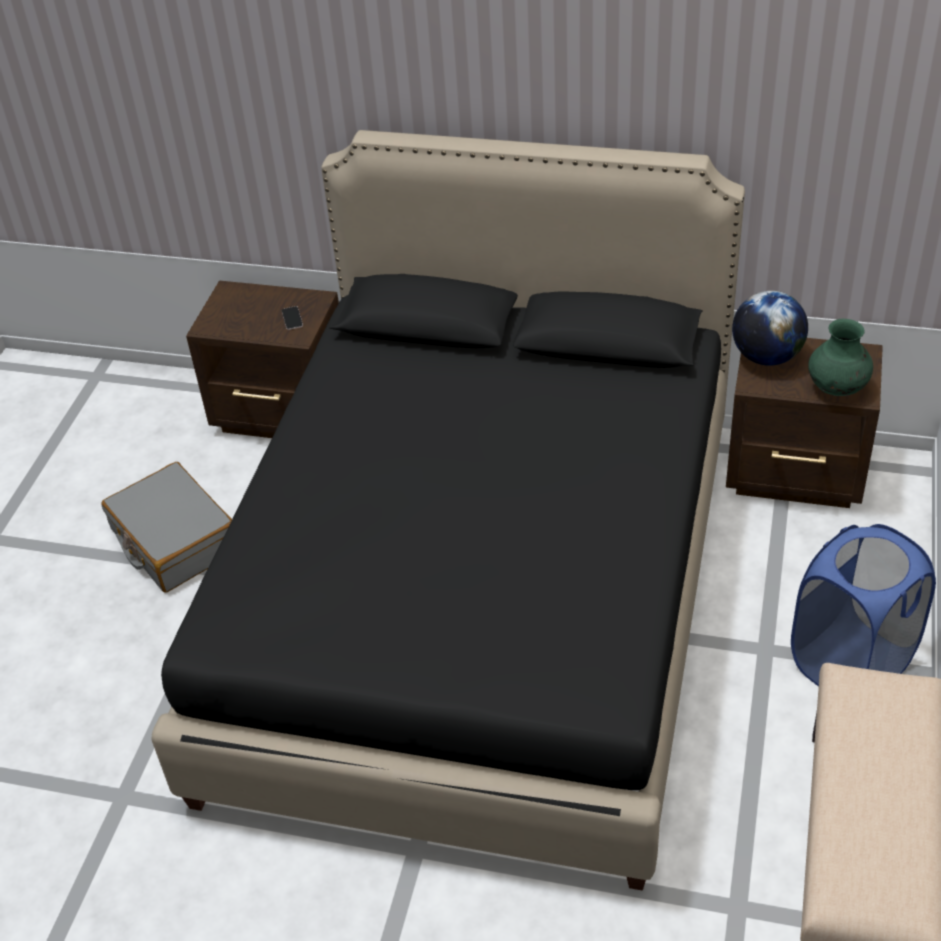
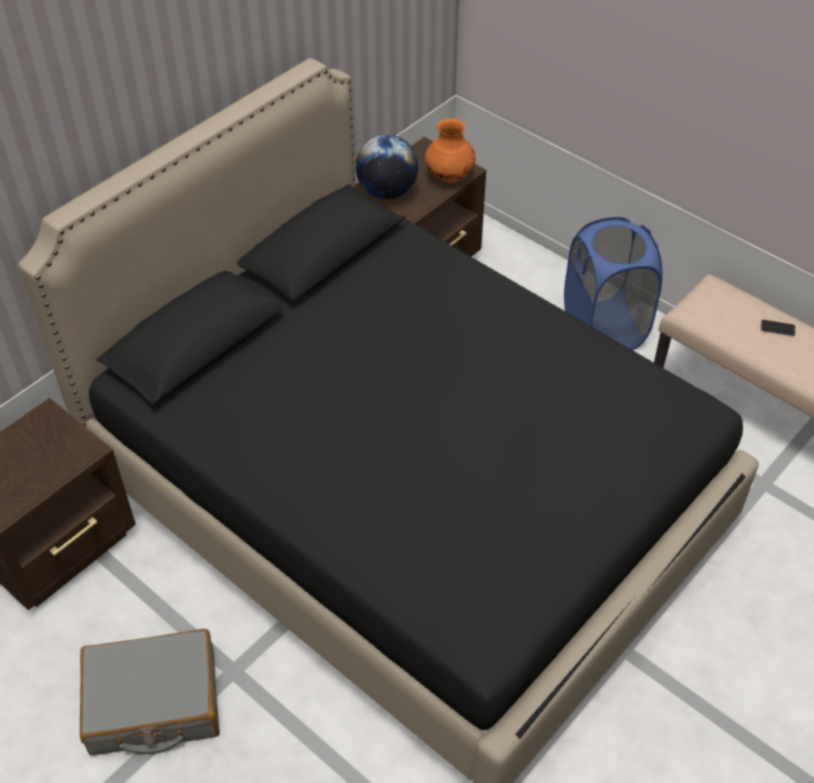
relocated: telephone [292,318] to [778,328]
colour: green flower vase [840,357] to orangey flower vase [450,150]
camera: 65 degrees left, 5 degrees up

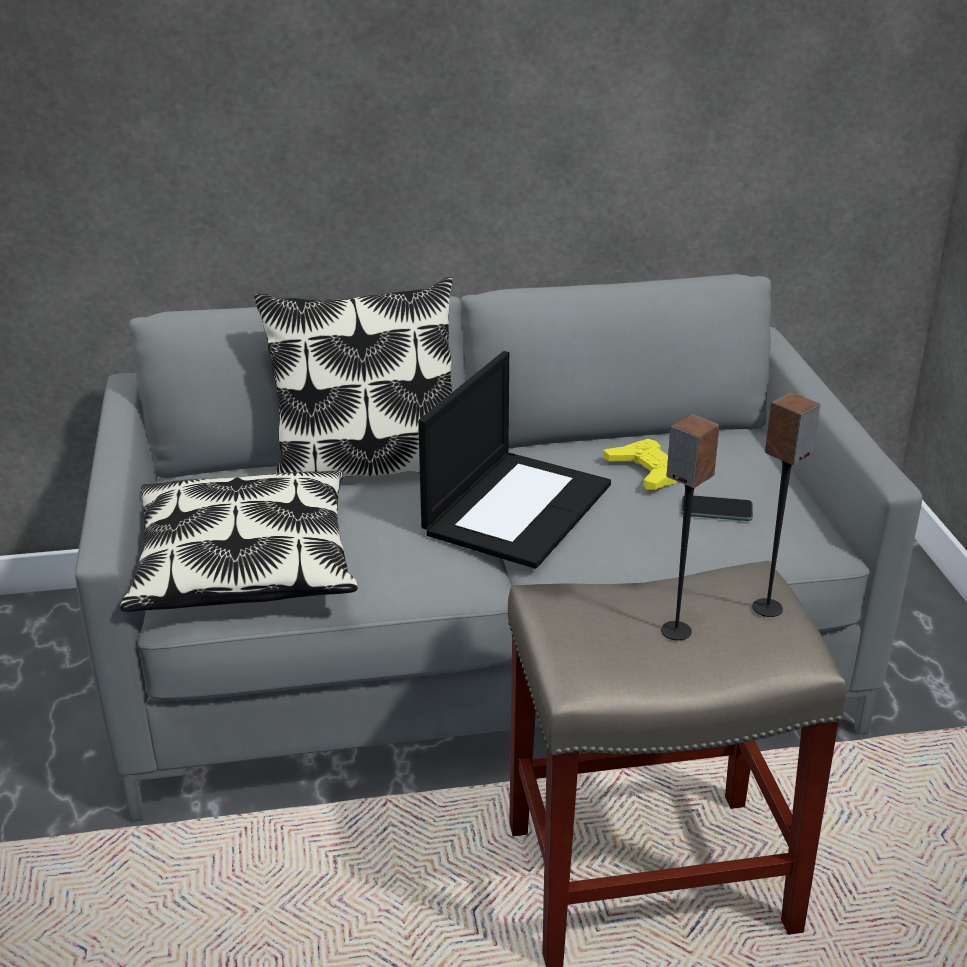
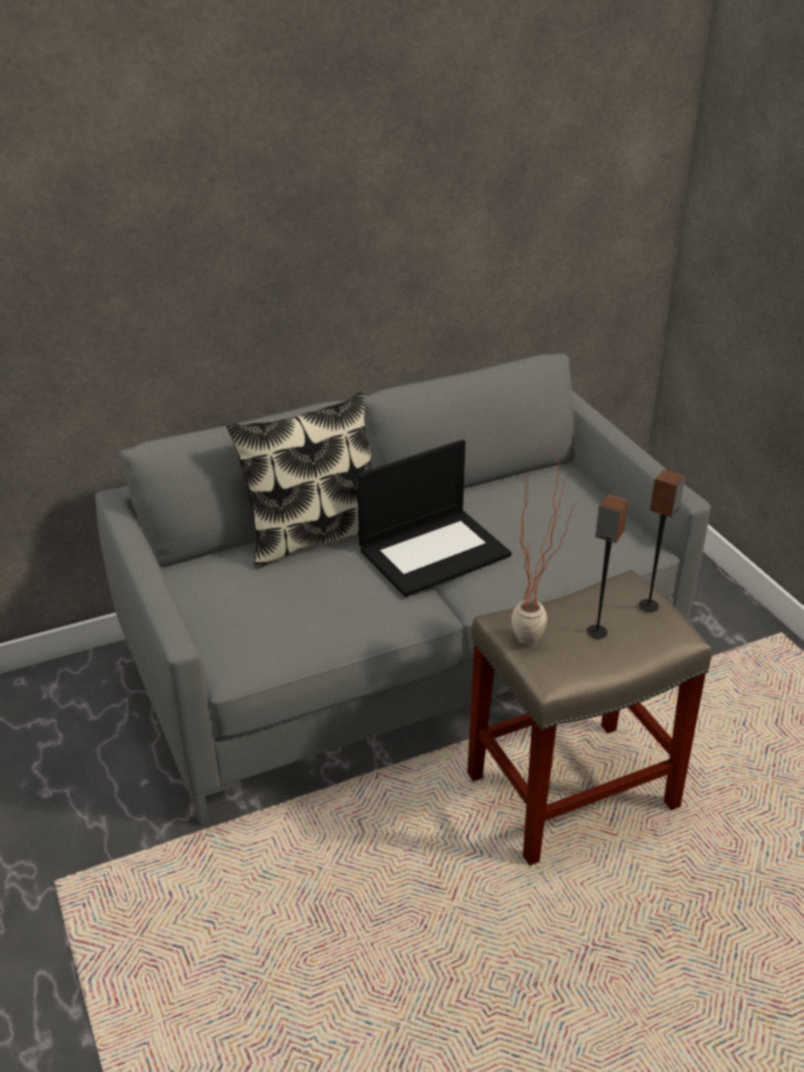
missing: yellowish game controller [640,464]; throw pillow [239,541]; telephone [717,508]
appeared: plant in a pot [544,549]
spun: portable computer [514,460] = [434,518] 45 degrees clockwise
camera: 15 degrees left, 5 degrees up

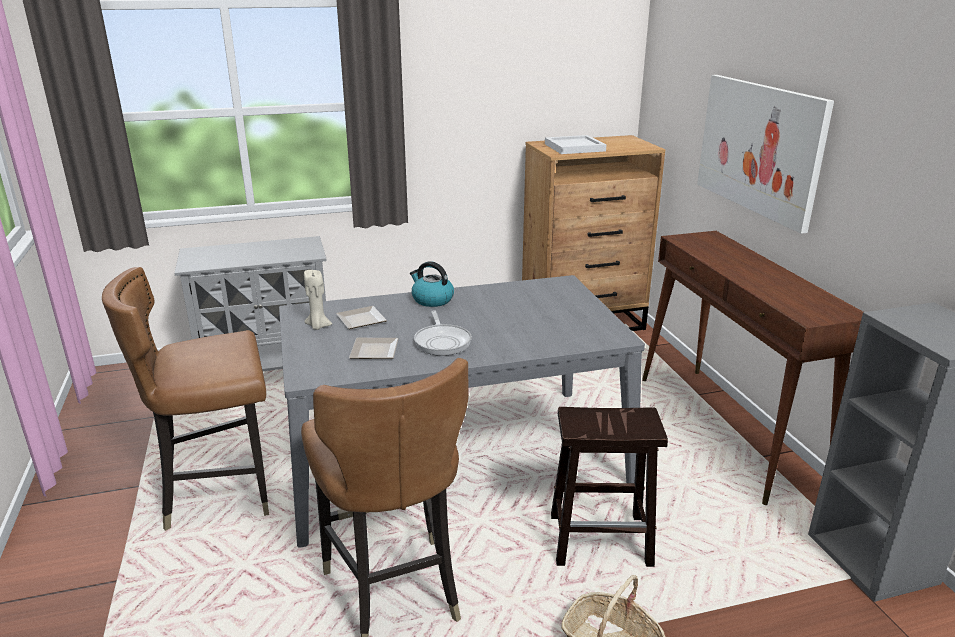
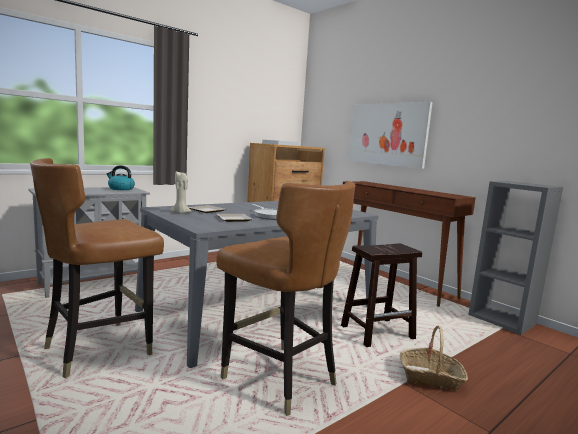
relocated: tea kettle [432,284] to [120,178]
camera: 25 degrees left, 15 degrees down

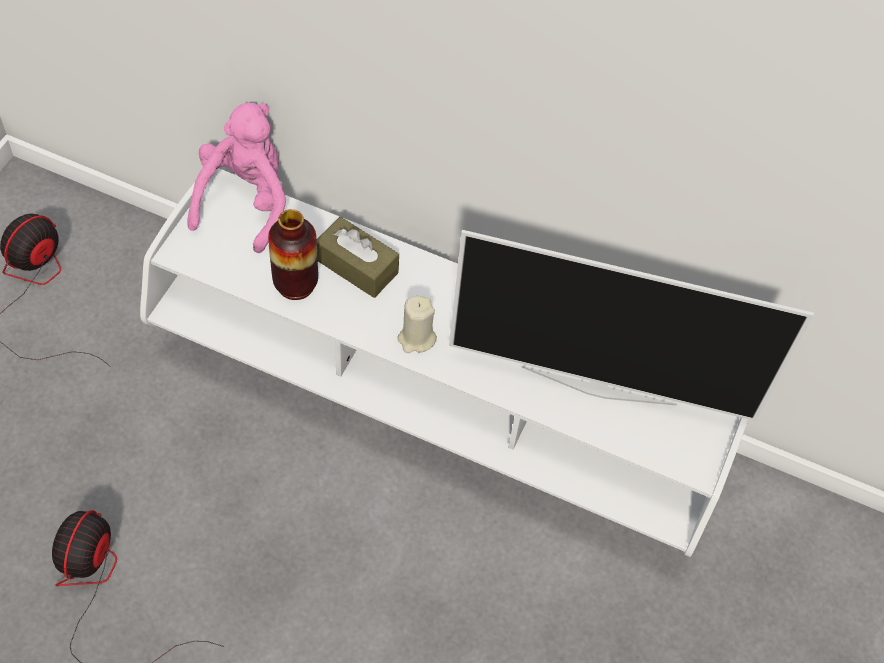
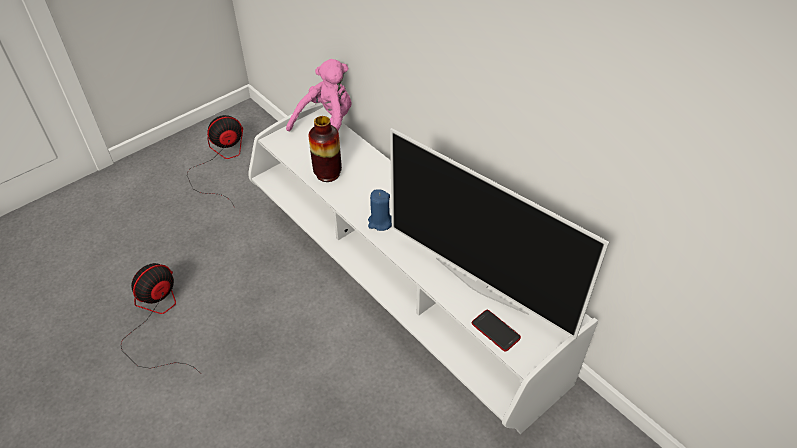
missing: brown-coloured box of tissues [358,257]
appeared: telephone [496,331]
colour: beige-coloured wax candle [417,324] to blue-coloured wax candle [380,210]
camera: 30 degrees right, 10 degrees down

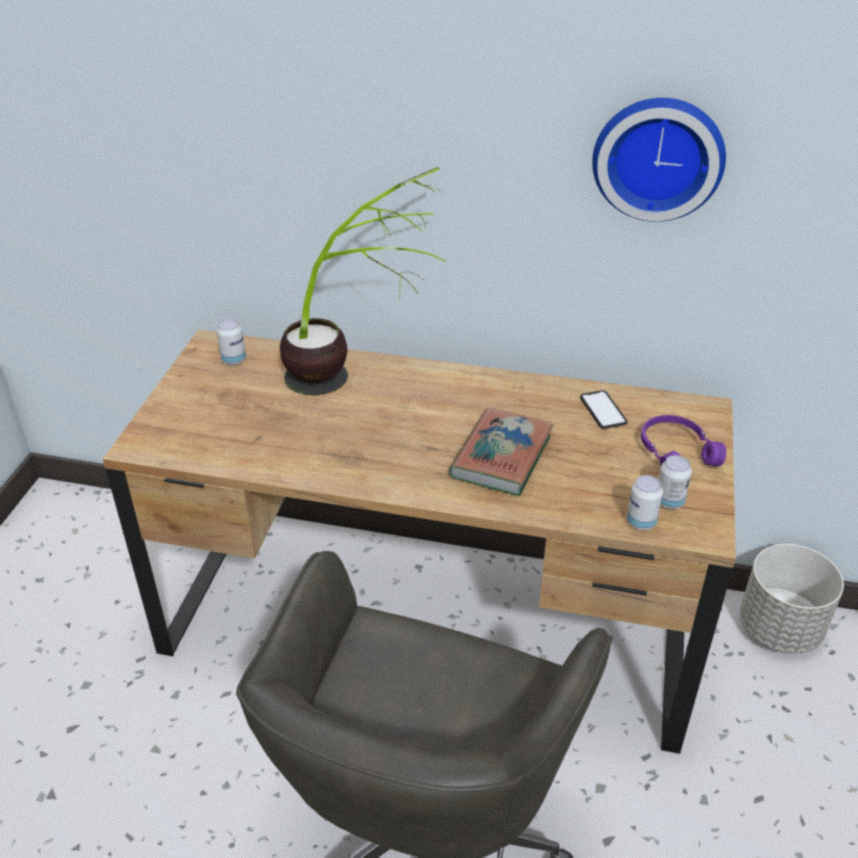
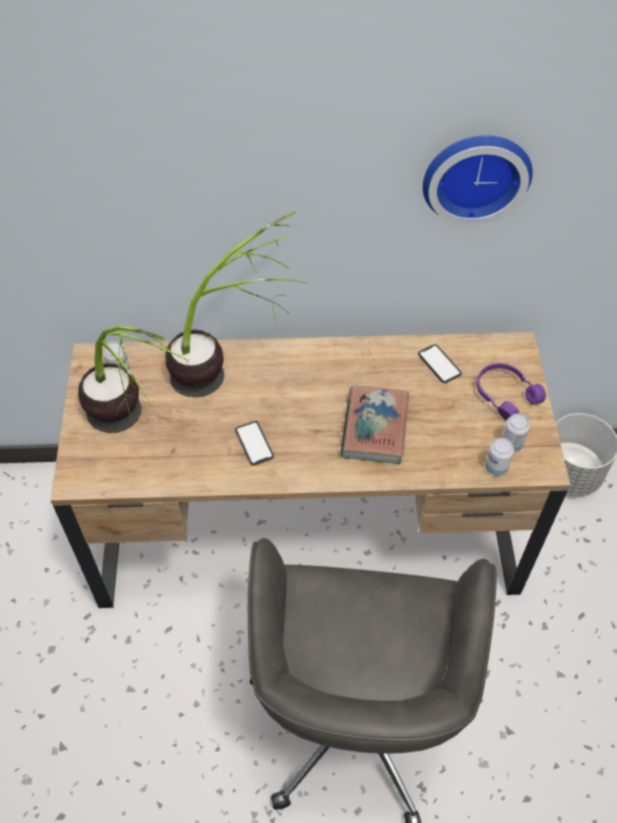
appeared: plant in a pot [134,379]; telephone [254,443]
camera: 15 degrees left, 15 degrees up

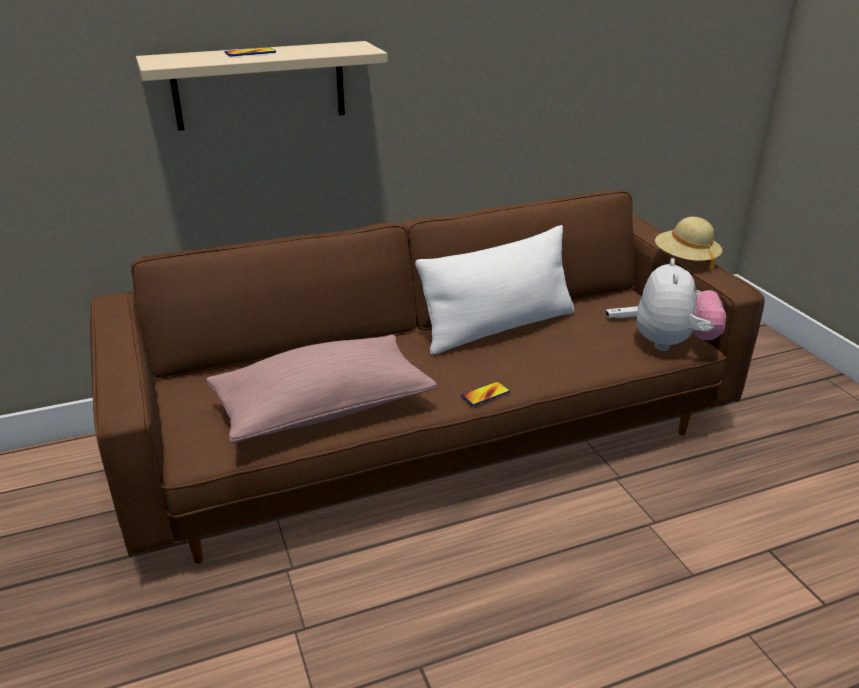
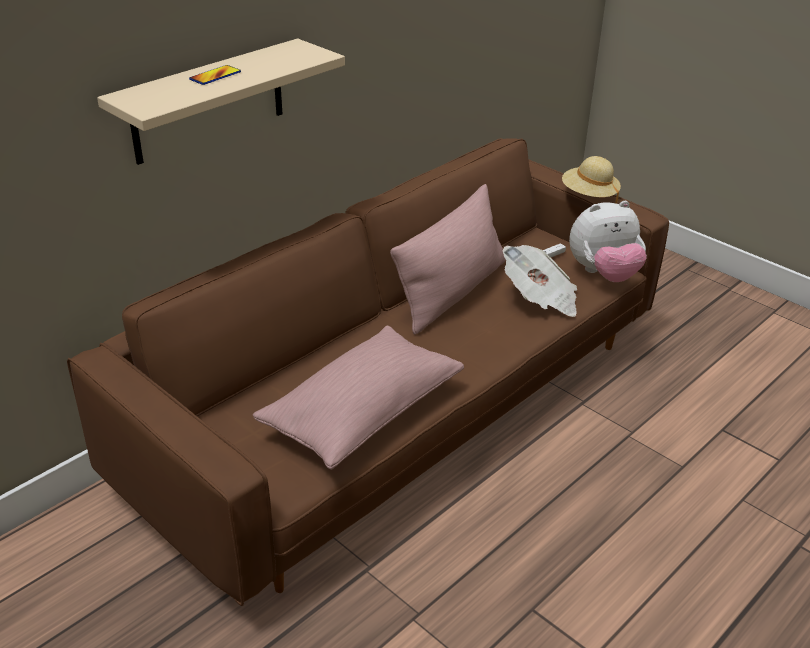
missing: telephone [485,393]
appeared: daily paper [540,281]
colour: white throw pillow [495,290] to pinkish throw pillow [448,259]
spun: plush toy [681,304] = [608,241] 90 degrees clockwise
camera: 25 degrees left, 5 degrees up

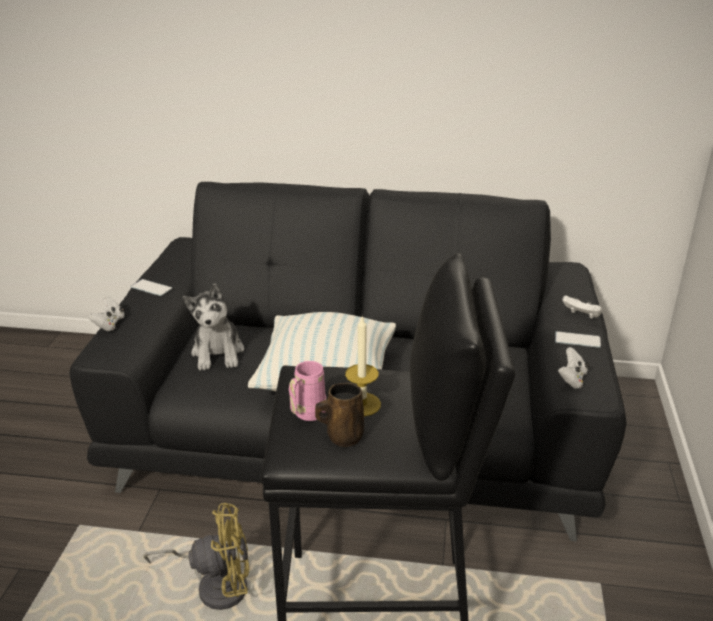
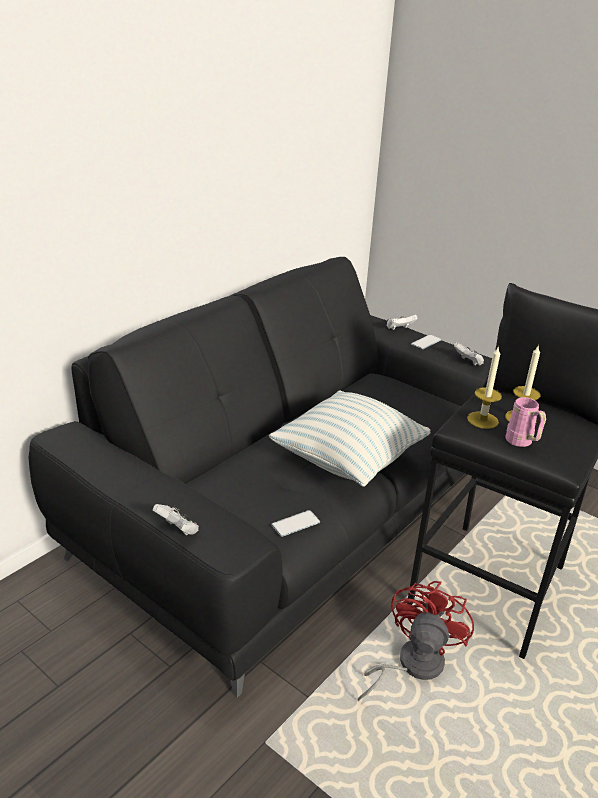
missing: plush toy [213,327]; brown-coloured coffee mug [339,415]
appeared: wax candle [484,387]
relocated: telephone [151,287] to [295,523]
colour: yellowish electric fan [196,556] to reddish electric fan [416,641]
camera: 60 degrees left, 0 degrees up

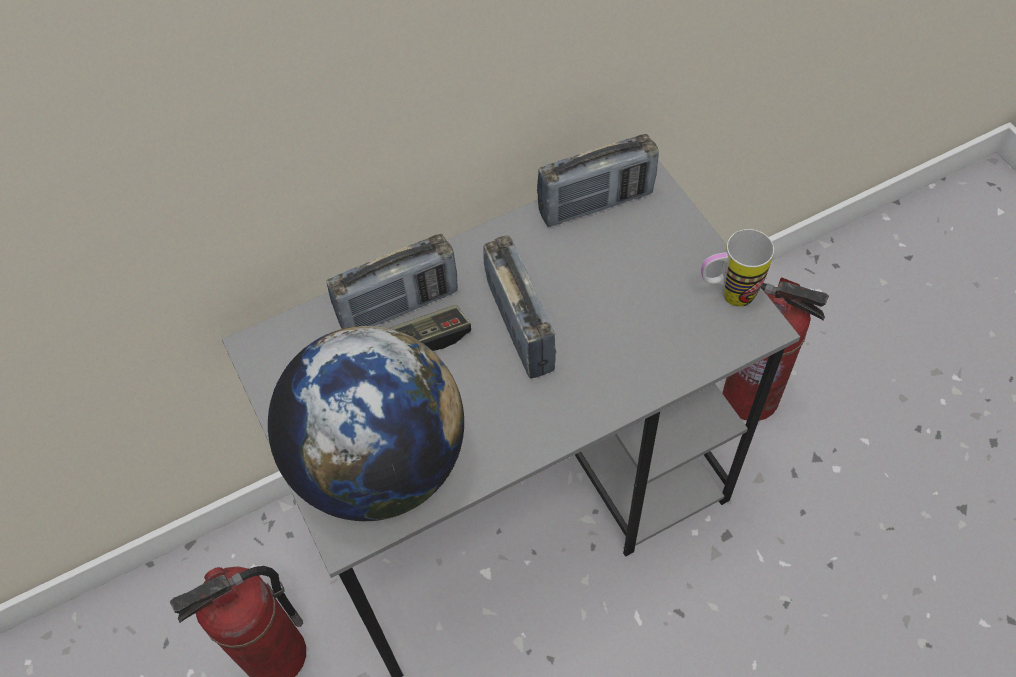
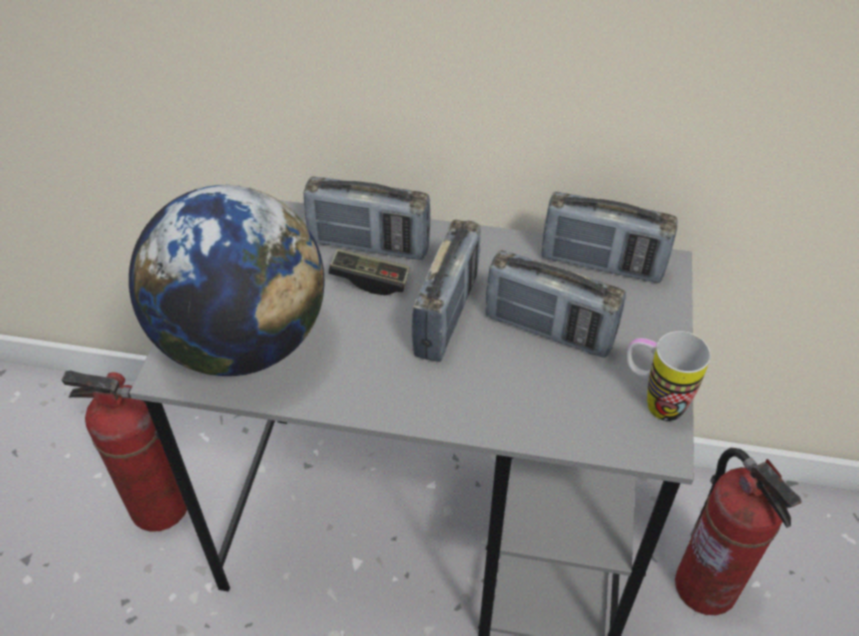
appeared: radio set [556,304]
camera: 35 degrees right, 10 degrees down

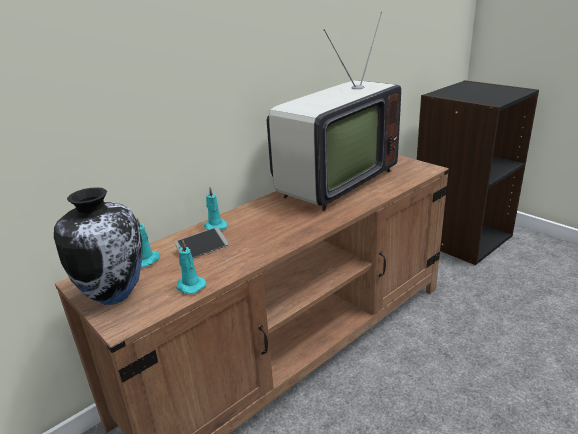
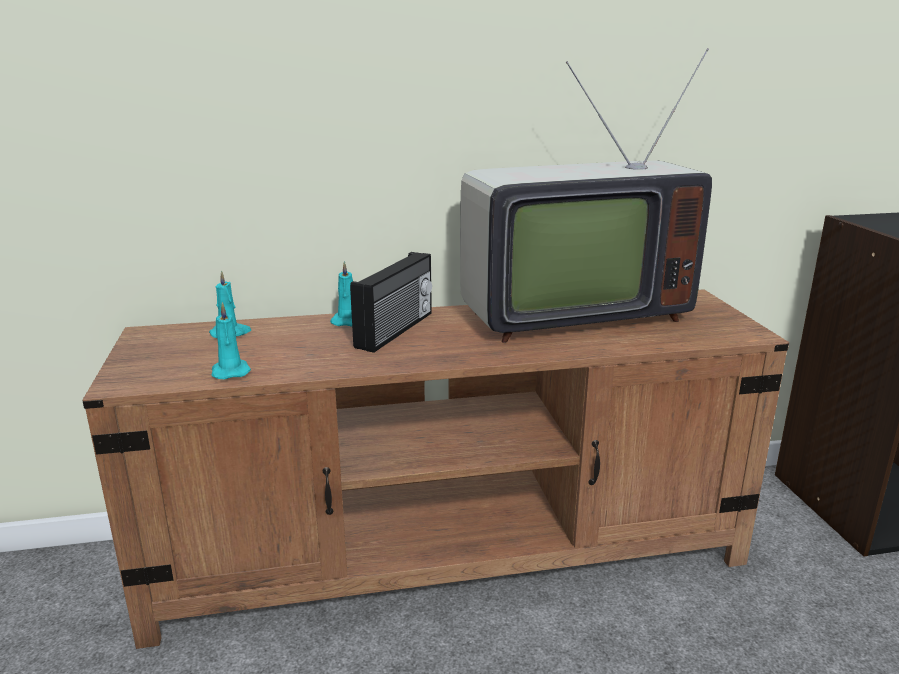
missing: flower vase [98,246]; telephone [202,242]
appeared: radio set [391,302]
camera: 30 degrees right, 5 degrees down

